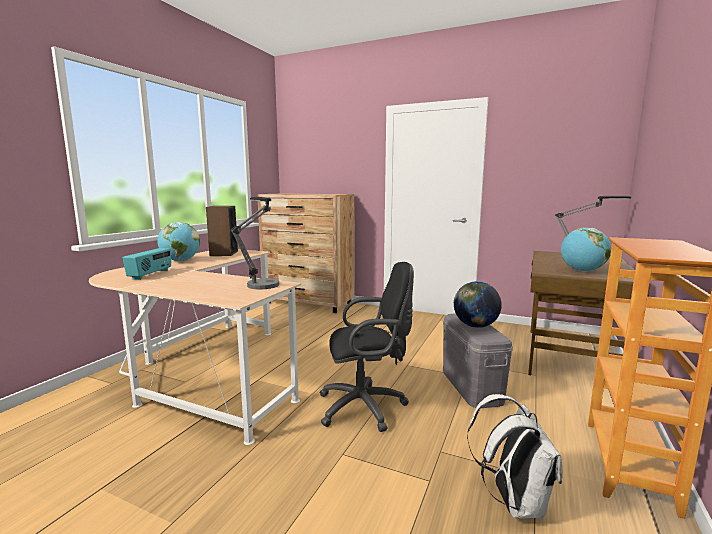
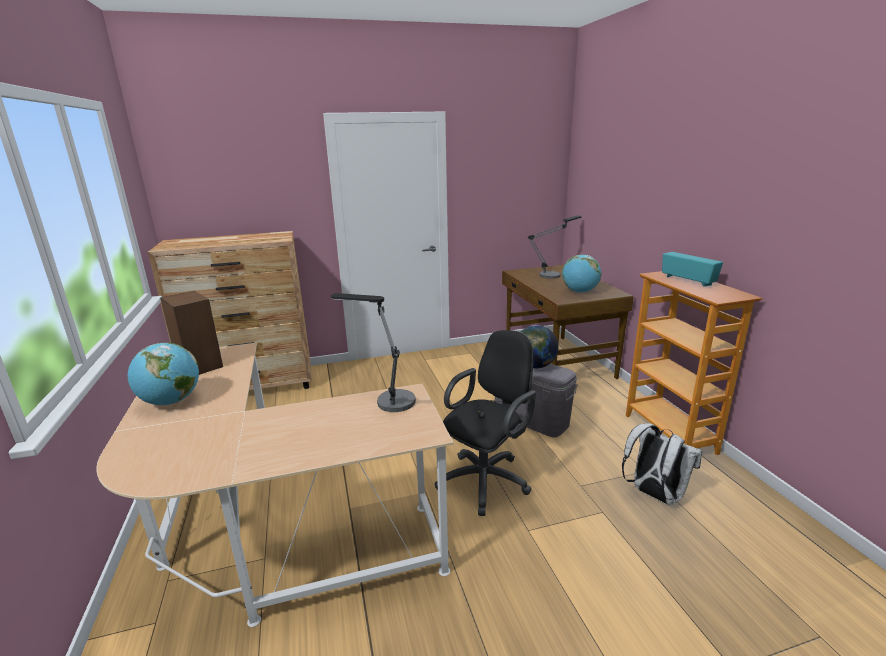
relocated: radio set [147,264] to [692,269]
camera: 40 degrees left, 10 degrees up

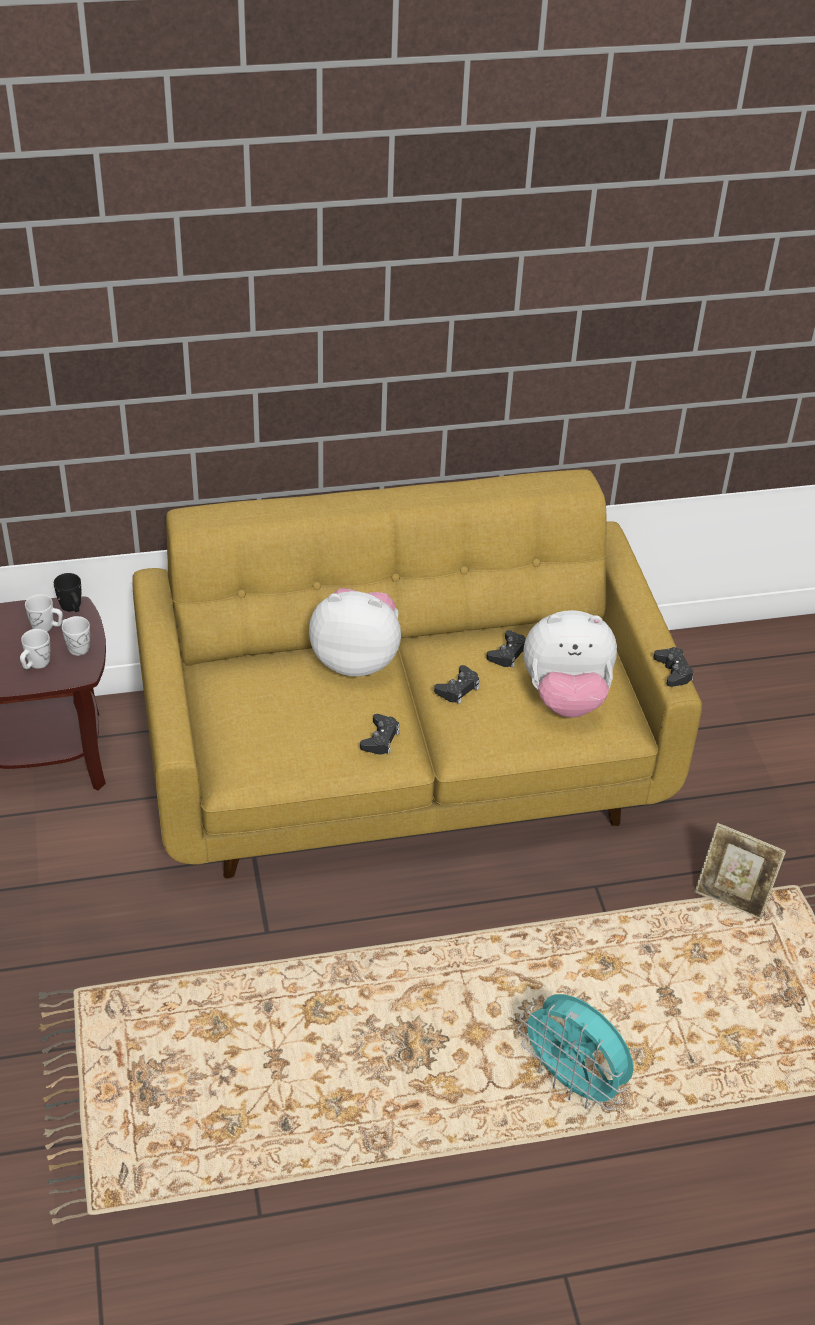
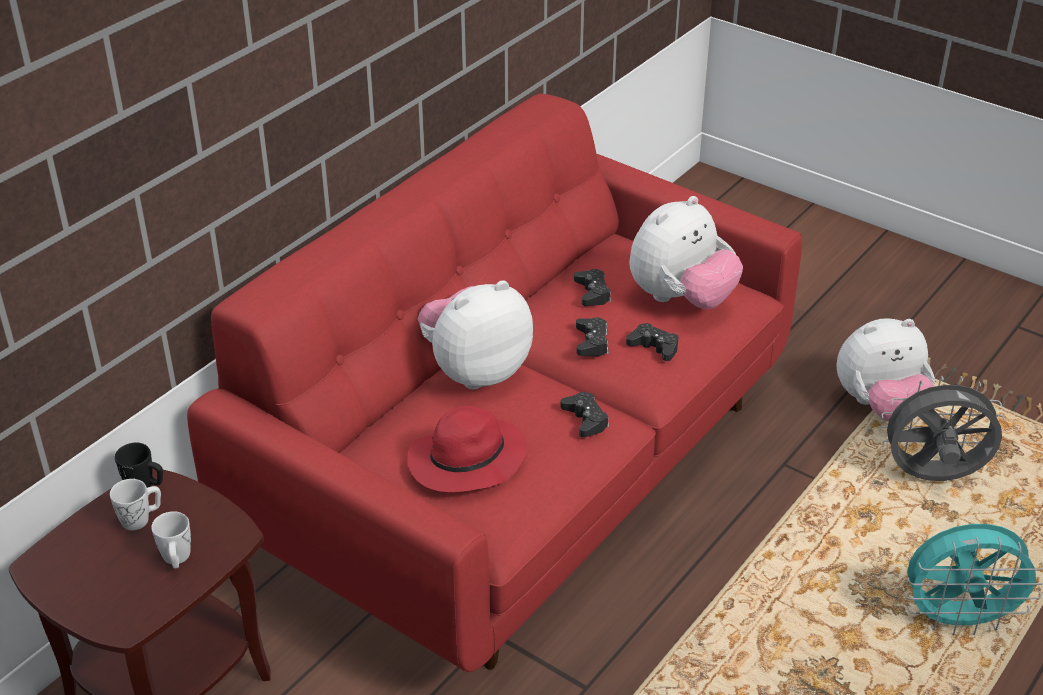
missing: white coffee mug [76,636]
appeared: gray electric fan [942,428]; reddish wearable hat [467,449]
relocated: blackish game controller [673,667] to [652,342]
exchanged: picture frame [740,871] to plush toy [886,370]
colour: yellowish sofa [417,674] to reddish sofa [494,383]
camera: 40 degrees left, 5 degrees down

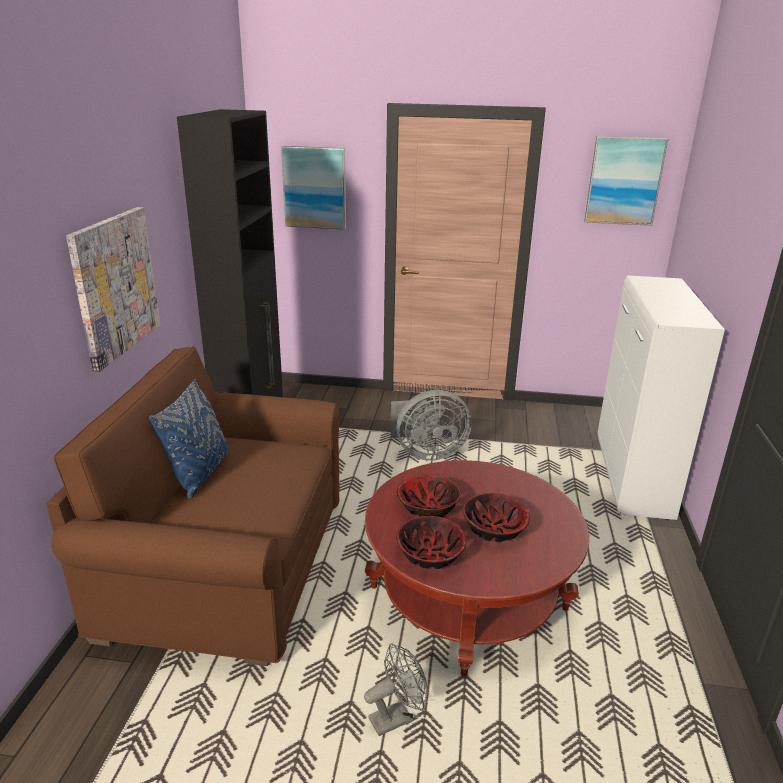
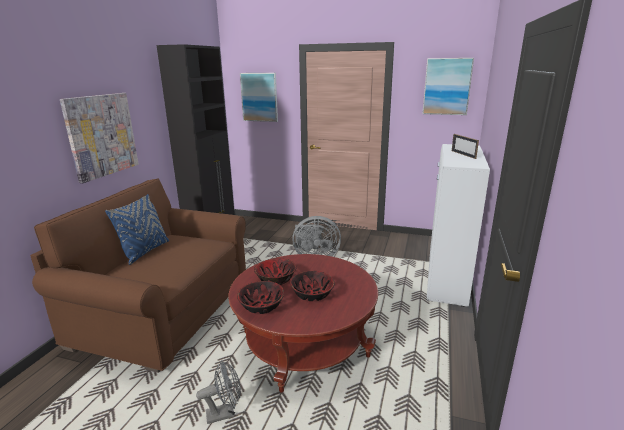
appeared: picture frame [465,146]
camera: 10 degrees right, 5 degrees down

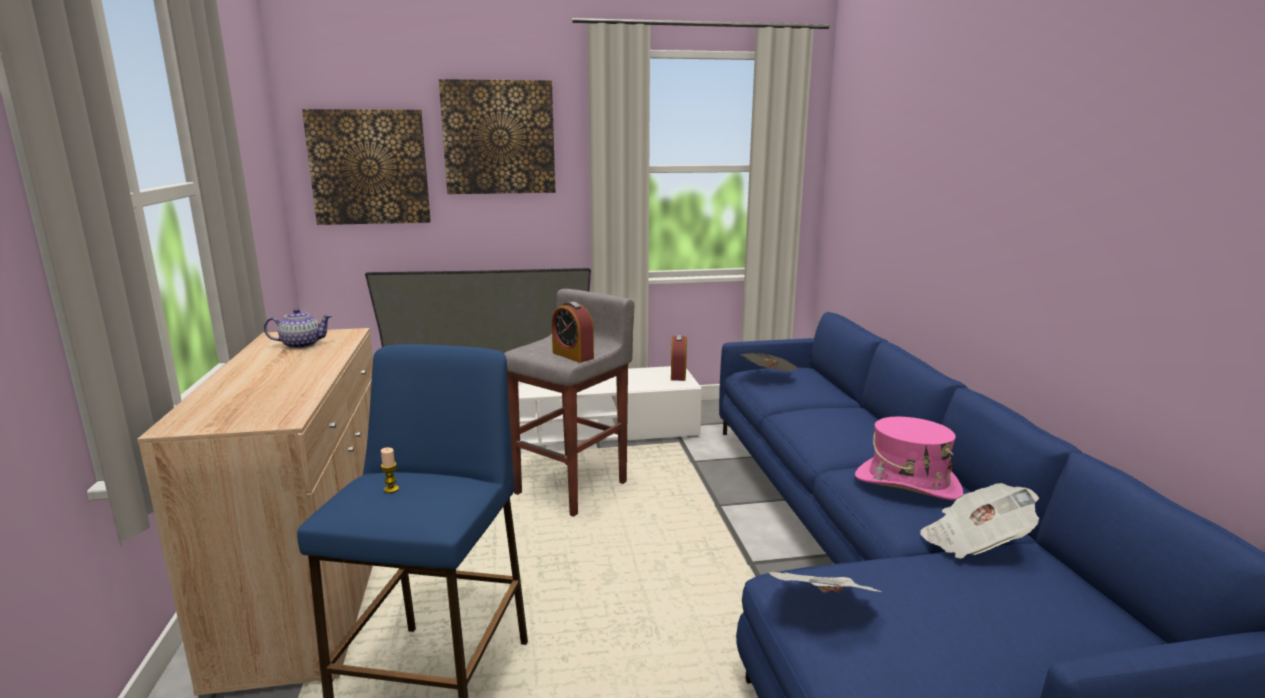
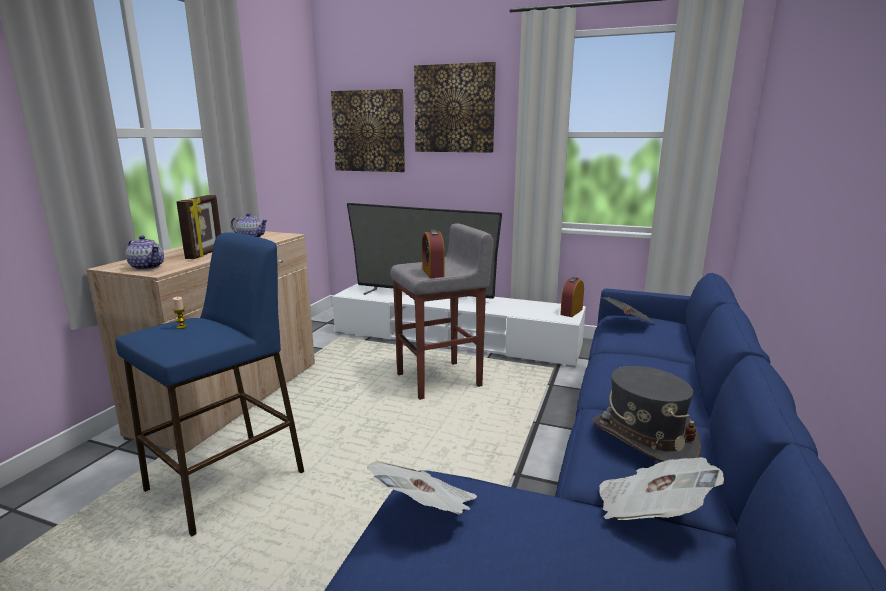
appeared: picture frame [198,227]; tea pot [145,253]
colour: pinkish wearable hat [909,458] to gray wearable hat [647,414]
camera: 30 degrees right, 0 degrees up

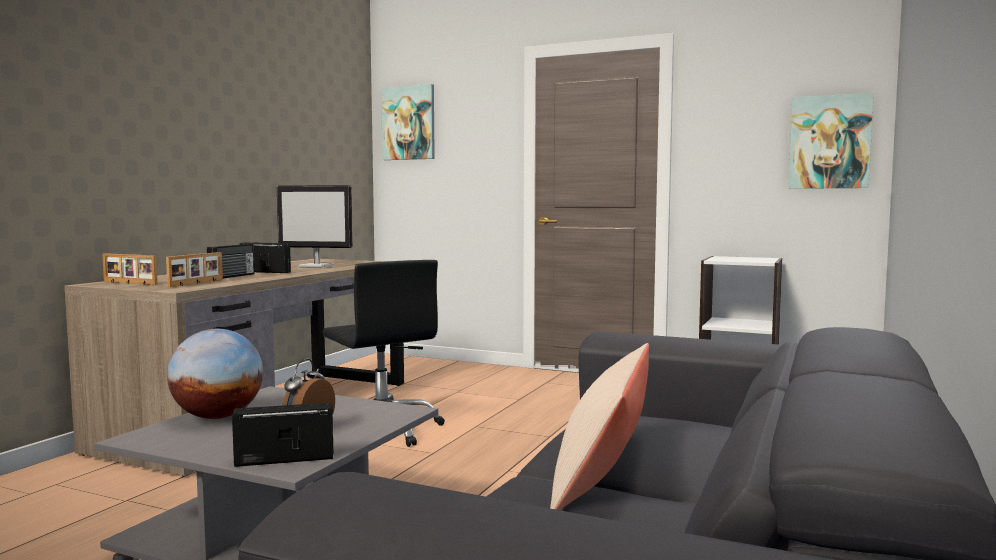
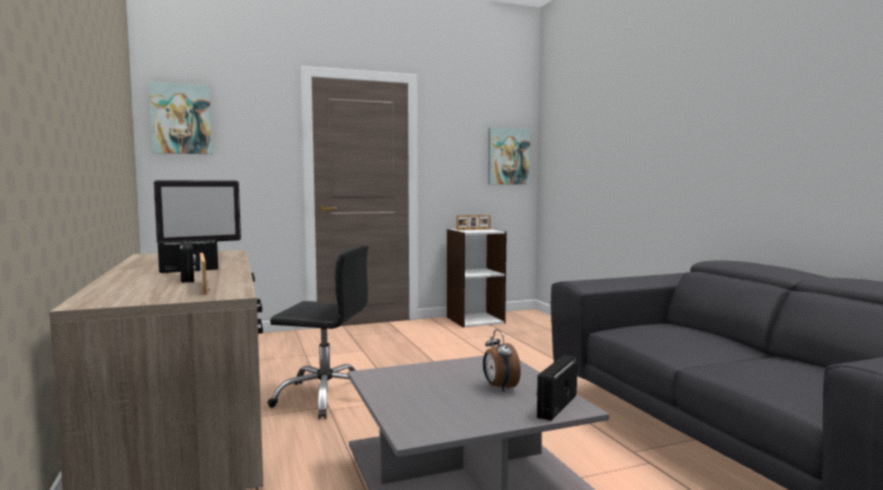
missing: globe [215,374]; beige-coloured throw pillow [599,426]
relocated: picture frame [130,269] to [473,222]
camera: 45 degrees left, 0 degrees up

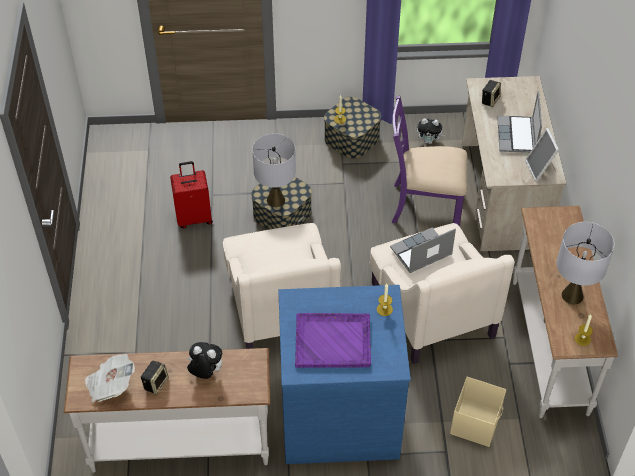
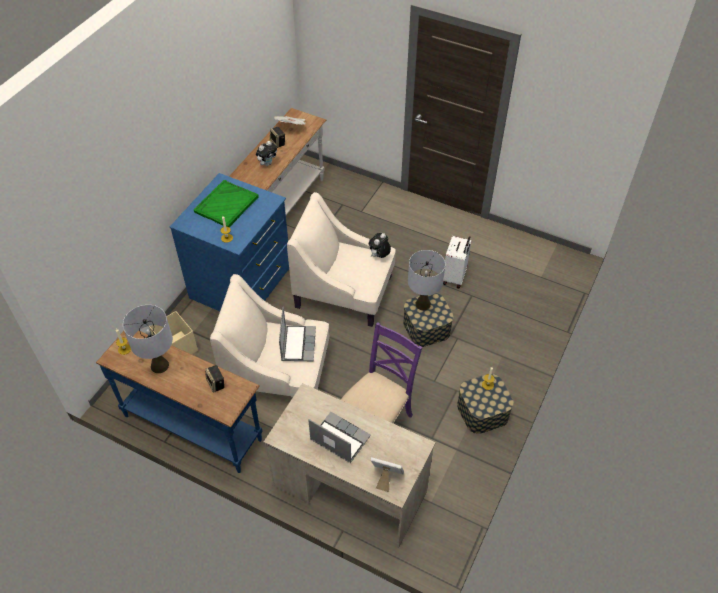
relocated: speaker [491,93] to [215,379]; plush toy [431,131] to [380,245]; picture frame [542,155] to [387,474]
colour: reddish travel case [191,194] to white travel case [457,262]; white console table [565,312] to blue-coloured console table [179,402]; purple carrying tray [333,340] to green carrying tray [226,203]
camera: 120 degrees right, 0 degrees up

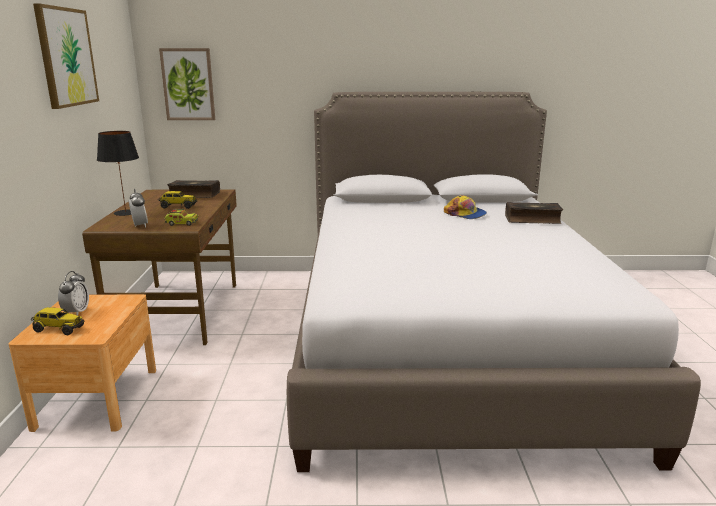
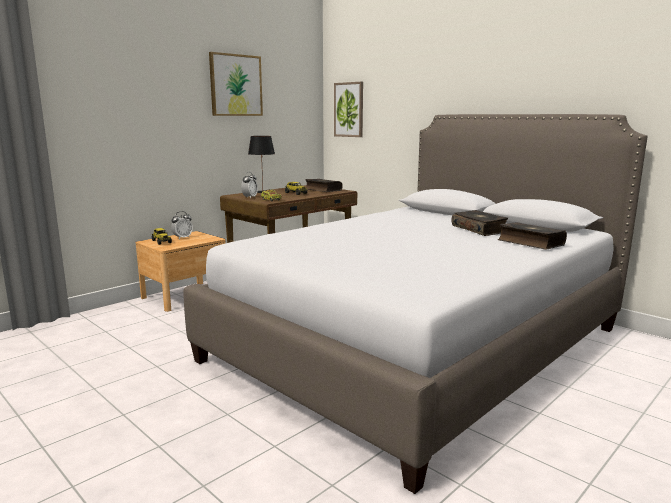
exchanged: cap [465,207] to book [480,223]
camera: 45 degrees right, 5 degrees down

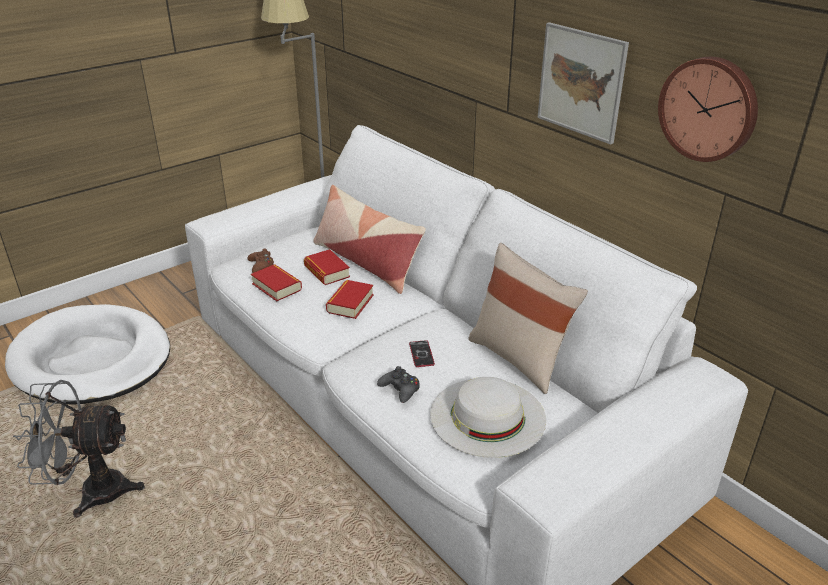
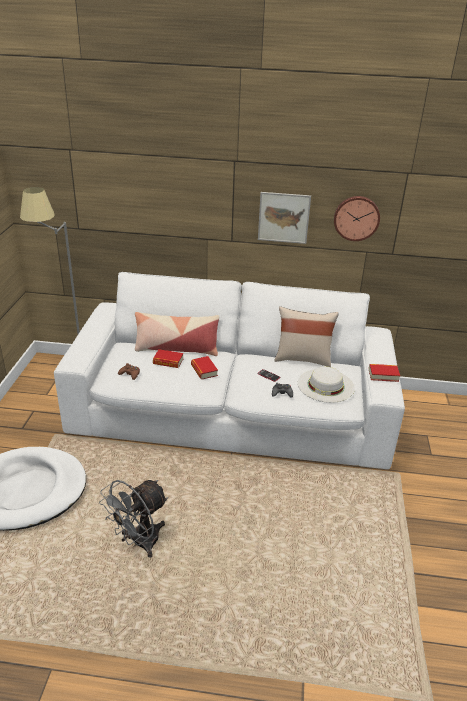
relocated: book [276,282] to [384,373]
camera: 45 degrees left, 0 degrees up

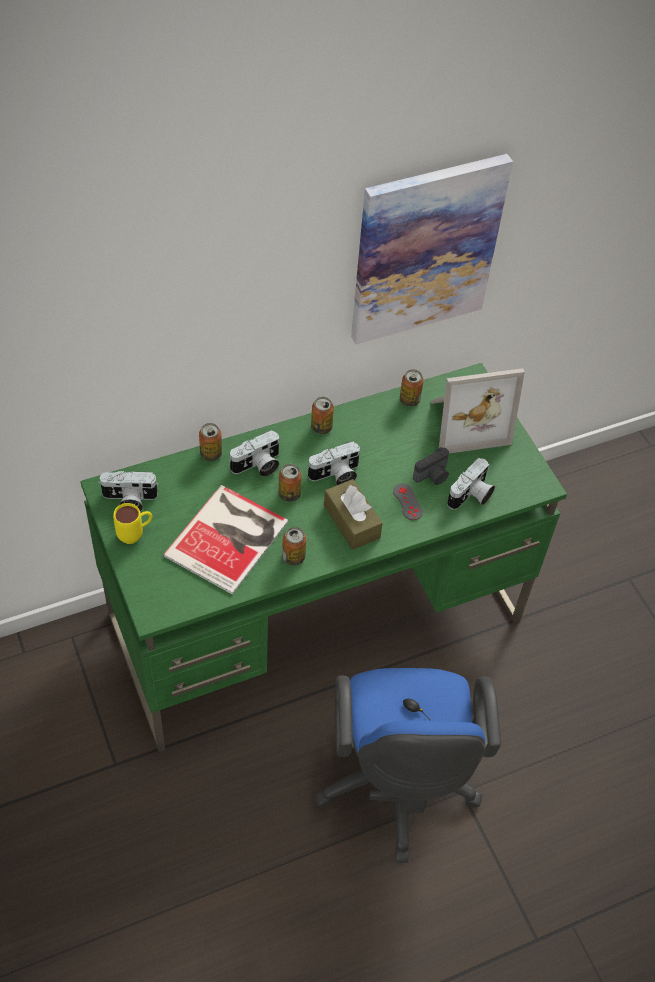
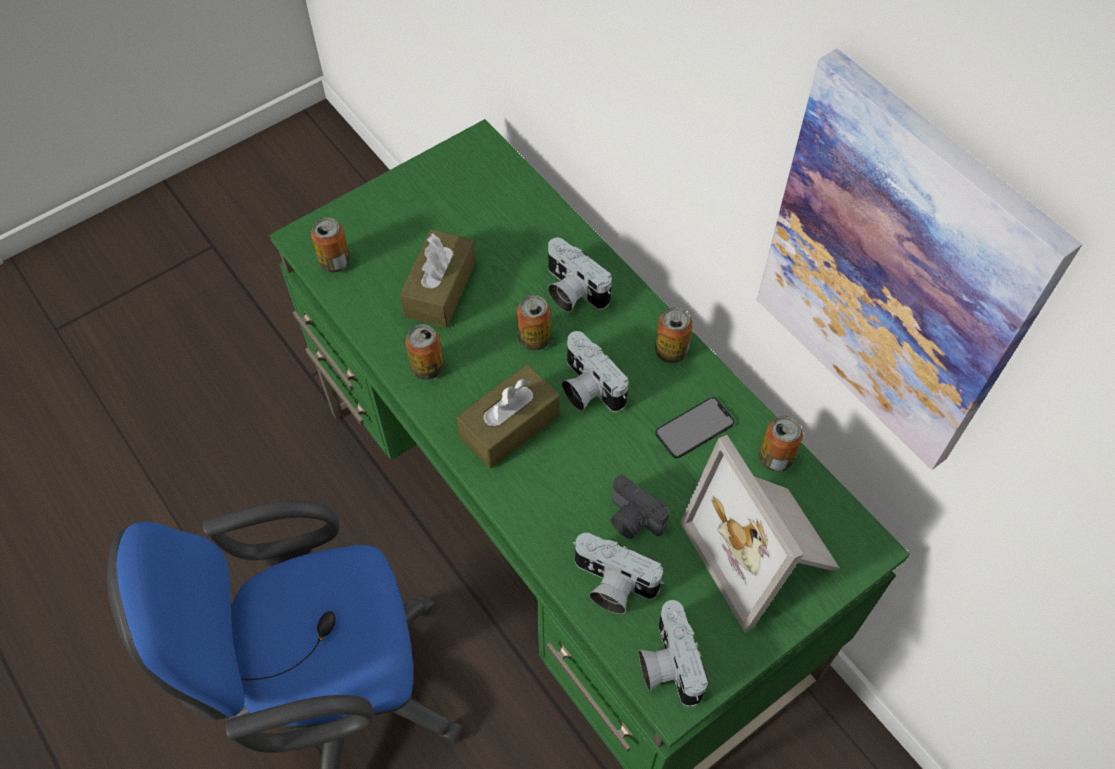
missing: gray game controller [408,501]; yellowish coffee mug [132,523]
appeared: telephone [694,428]
relocated: metal can [210,442] to [330,245]; still camera [128,491] to [674,653]
exchanged: book [225,540] to brown-coloured box of tissues [438,278]
camera: 80 degrees right, 5 degrees up

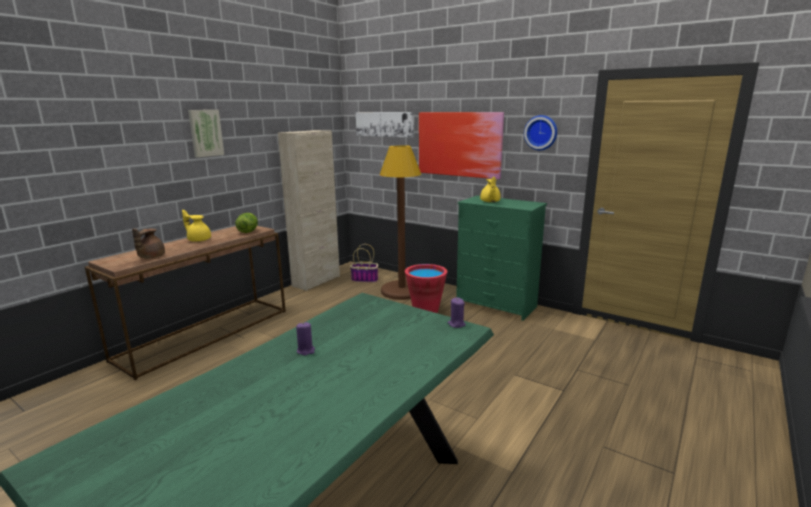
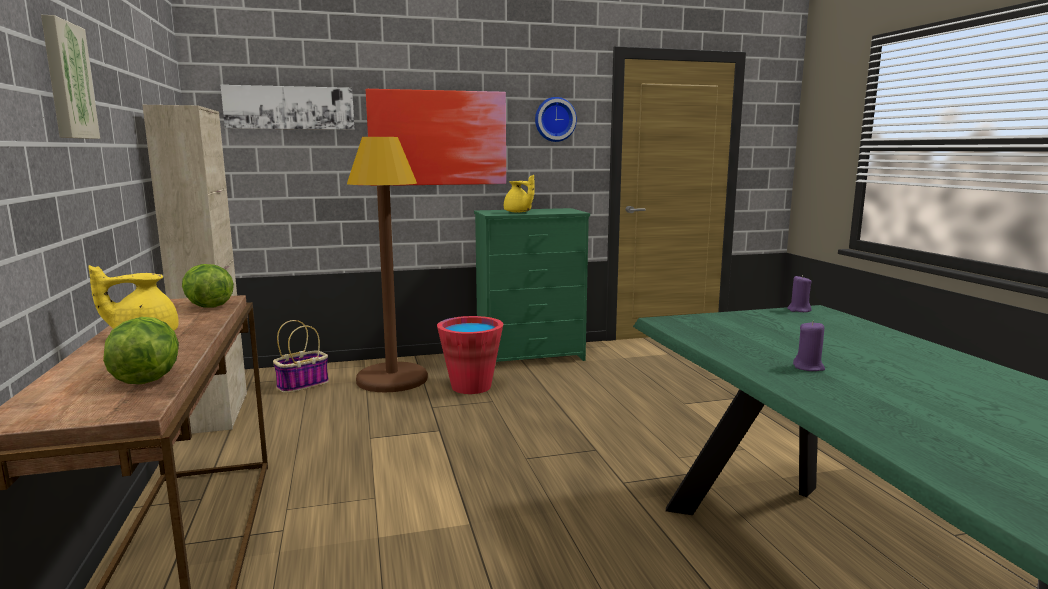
exchanged: brown-coloured tea pot [148,243] to lettuce [141,350]
camera: 50 degrees left, 5 degrees down

